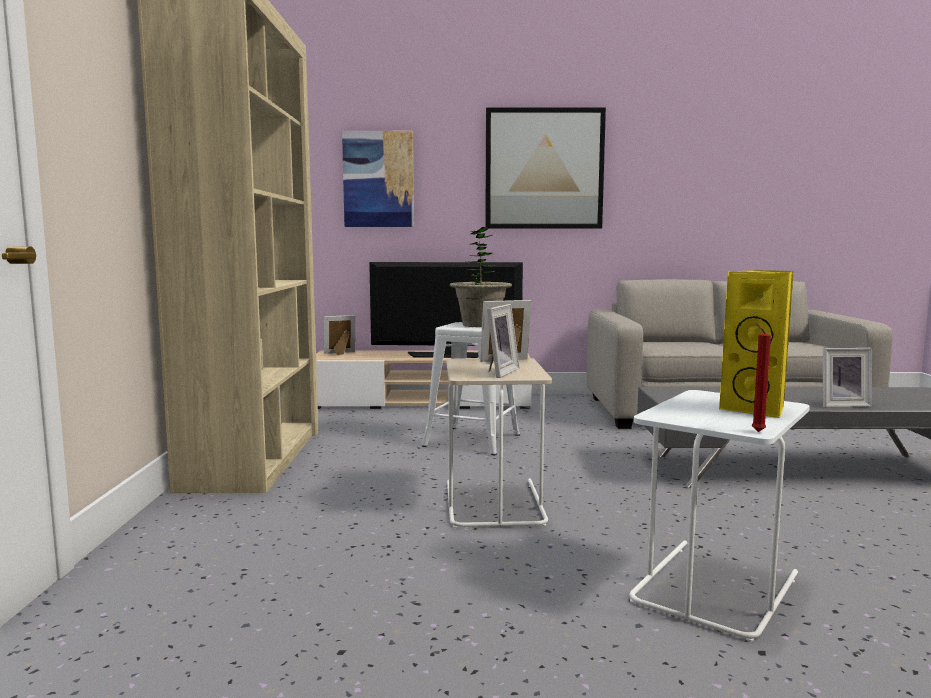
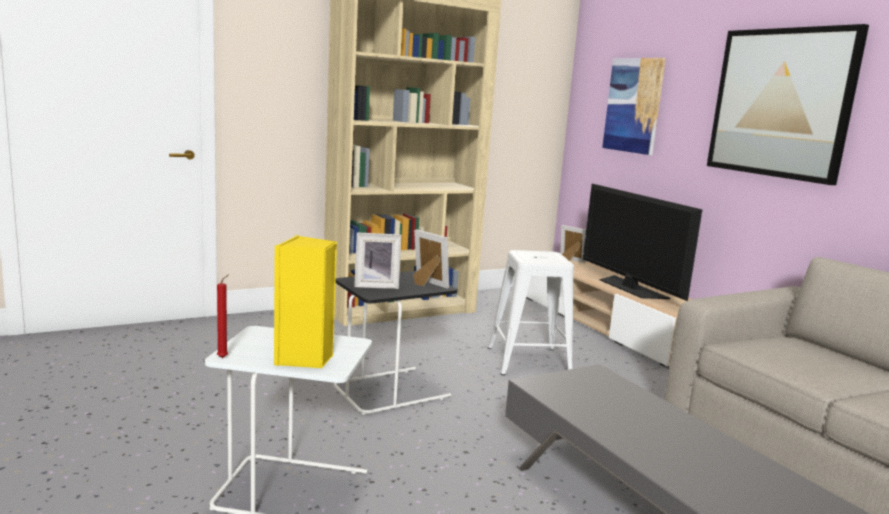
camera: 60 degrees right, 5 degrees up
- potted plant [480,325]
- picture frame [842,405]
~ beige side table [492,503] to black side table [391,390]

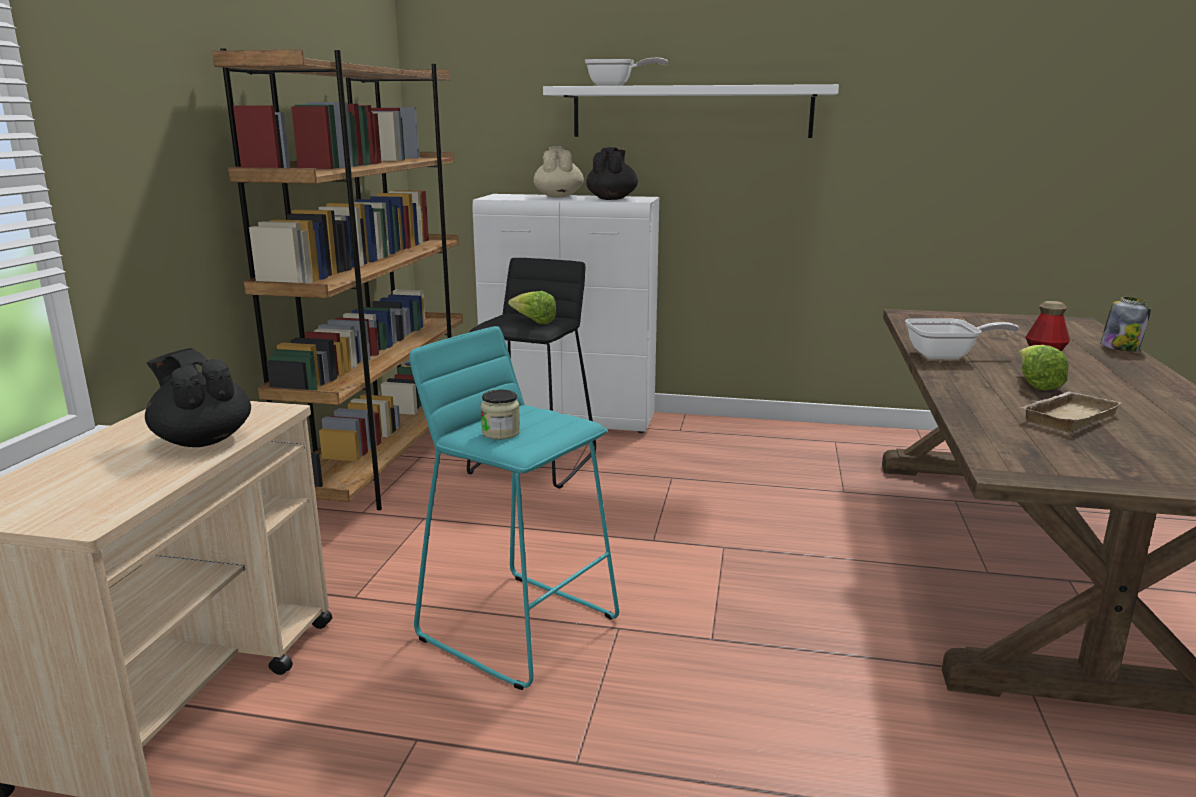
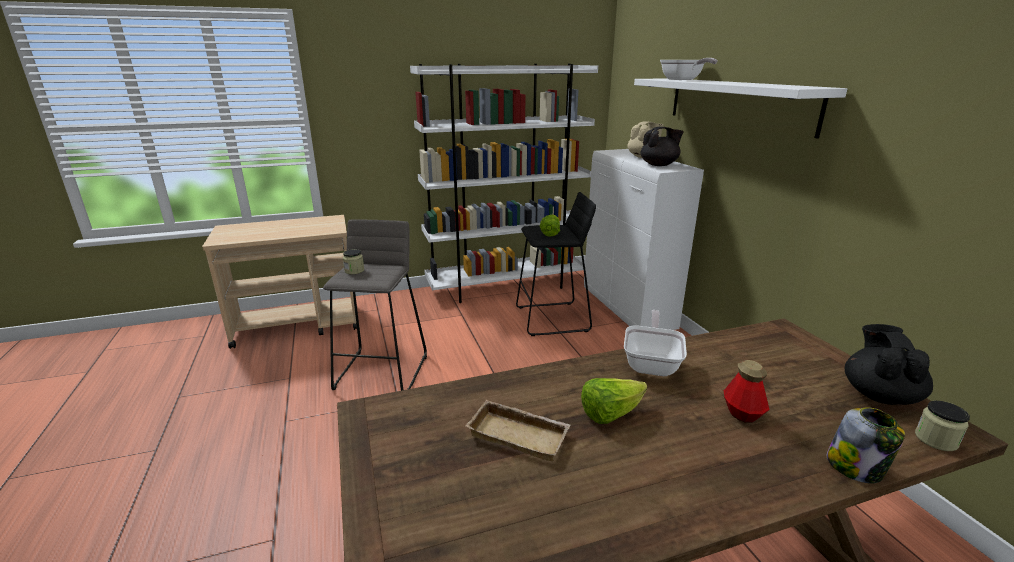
camera: 60 degrees right, 5 degrees up
~ brown shelving unit [385,464] to white-coloured shelving unit [506,286]
~ skillet [947,356] = [652,363] 135 degrees counterclockwise
~ turquoise sitting stool [519,626] to greyish sitting stool [382,372]
~ black pot for tea [202,440] to [879,394]
+ storage jar [936,439]

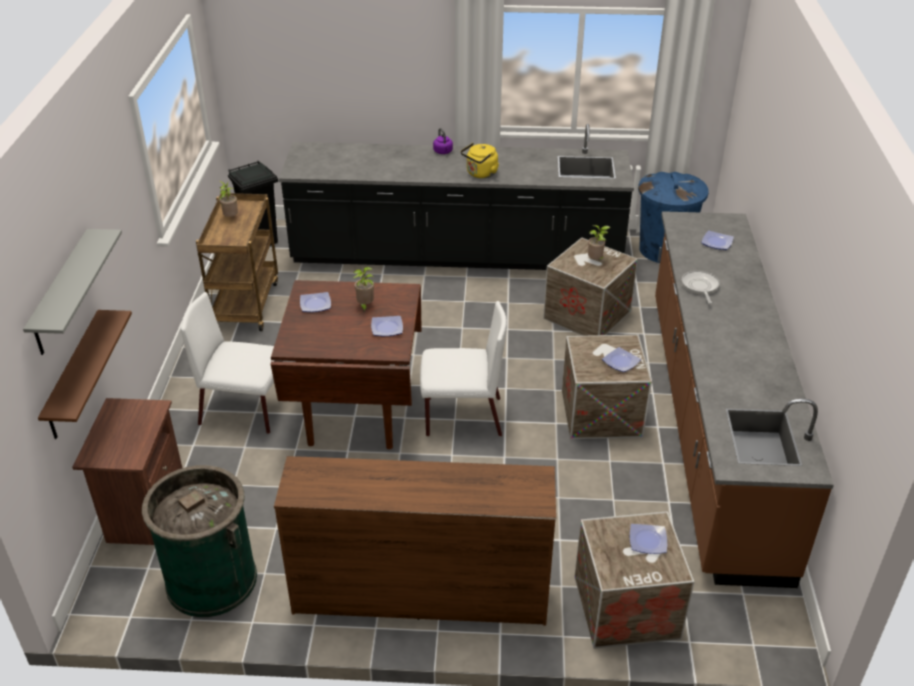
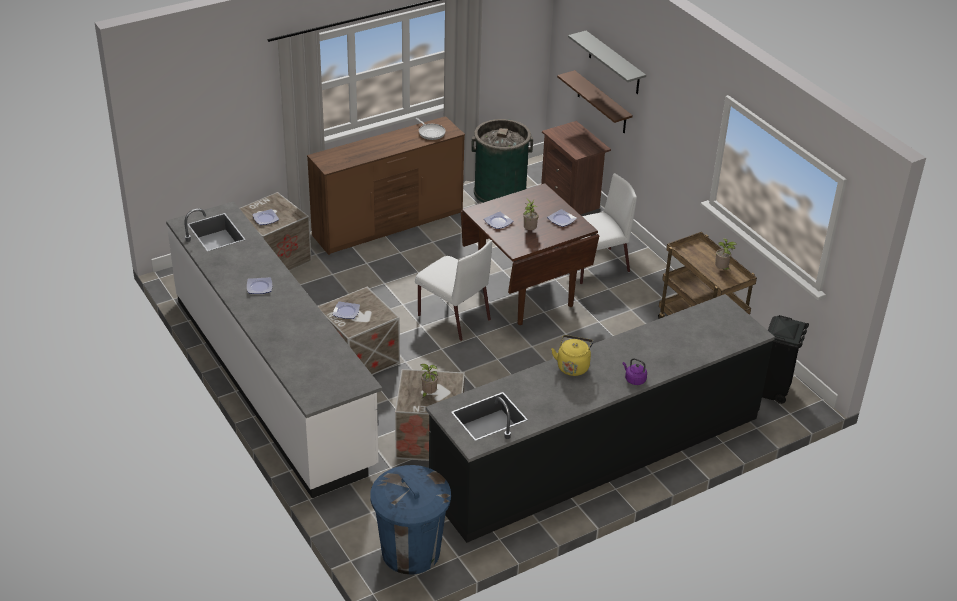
camera: 145 degrees right, 0 degrees up
~ brown kitchen base unit [712,425] to white-coloured kitchen base unit [273,380]
~ dinner plate [716,242] to [260,287]
~ skillet [700,287] to [430,132]
~ white-coloured chair [462,417] = [453,317] 105 degrees counterclockwise

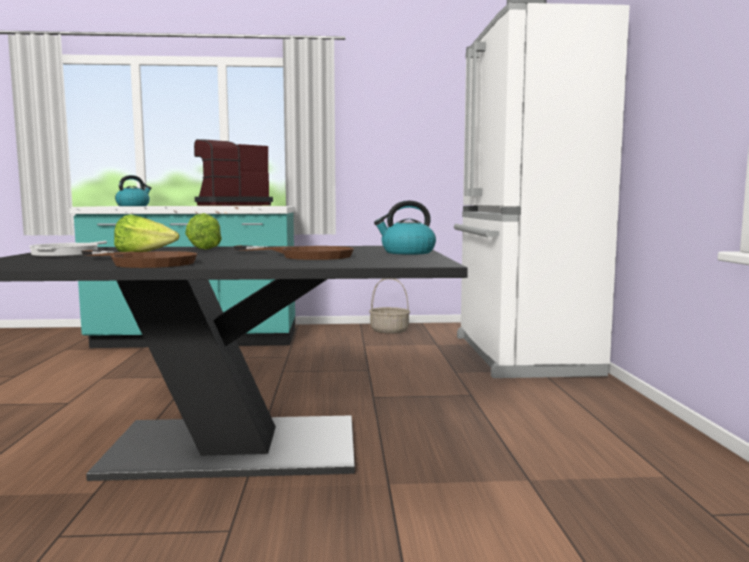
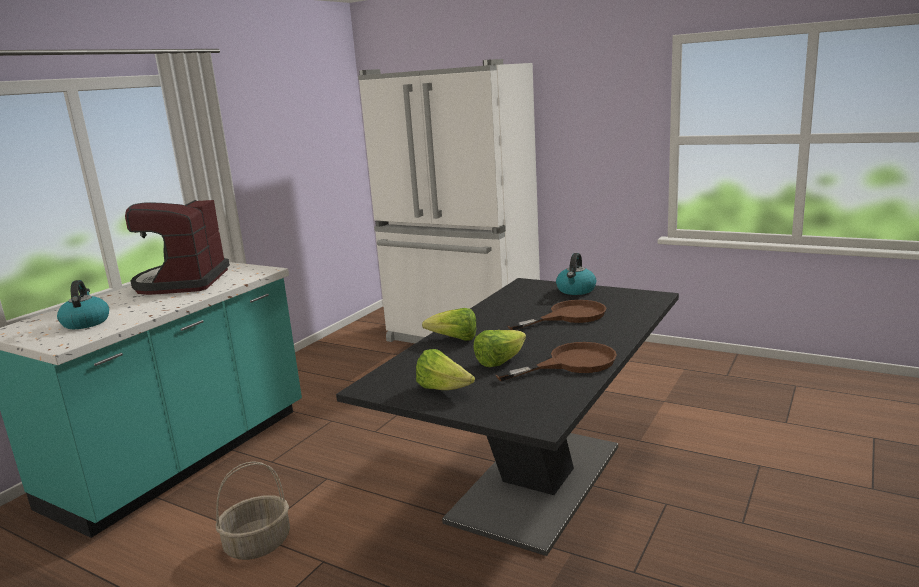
camera: 55 degrees left, 10 degrees up
~ skillet [68,253] to lettuce head [443,389]
~ storage basket [390,330] to [258,543]

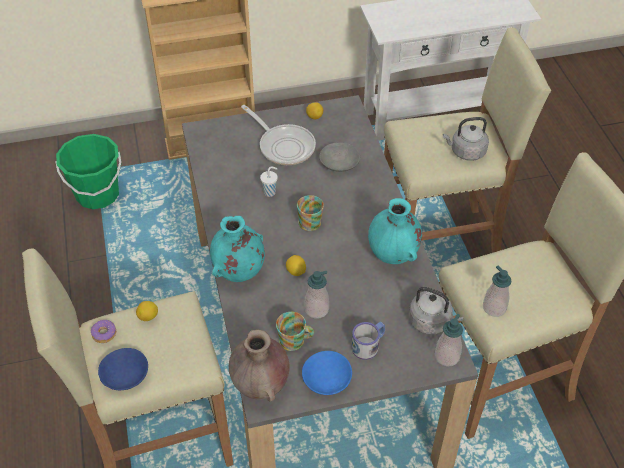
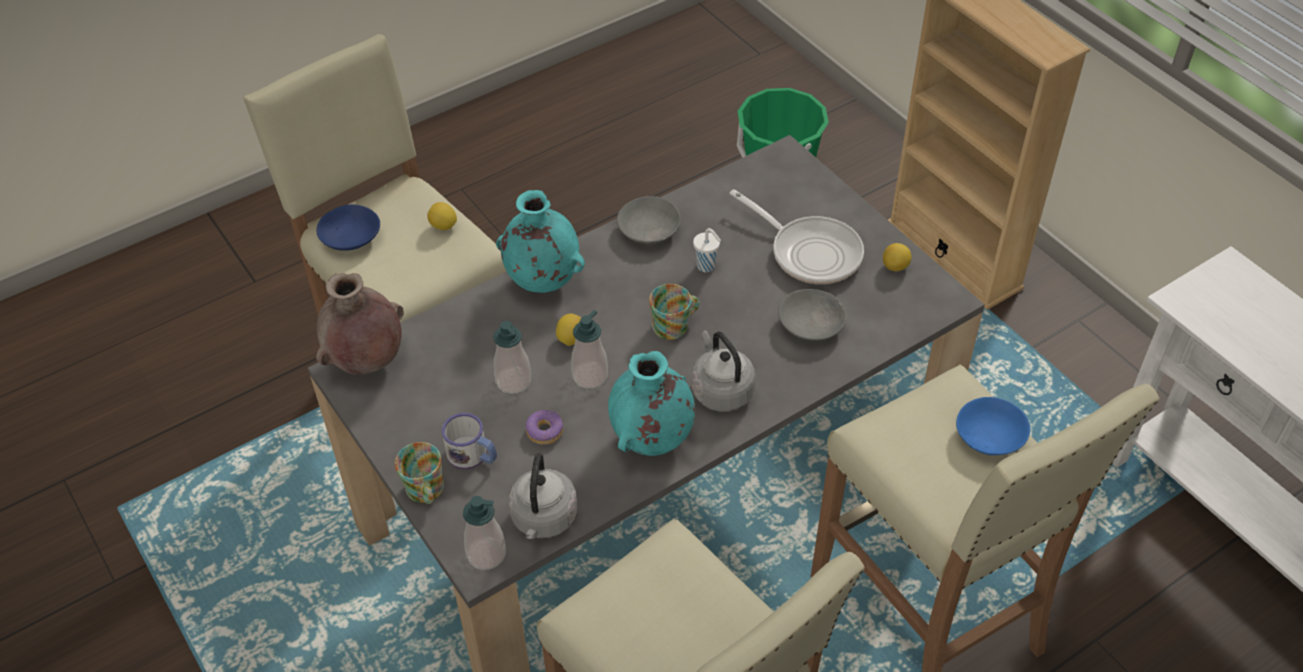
camera: 70 degrees right, 0 degrees up
~ skillet [284,146] = [810,252] 75 degrees counterclockwise
~ greyish tea kettle [466,152] to [721,390]
~ liquid soap bottle [494,308] to [590,376]
~ coffee mug [295,341] to [425,492]
~ doughnut [104,334] to [545,431]
~ bluish deep dish [326,379] to [988,436]
+ greyish deep dish [648,231]

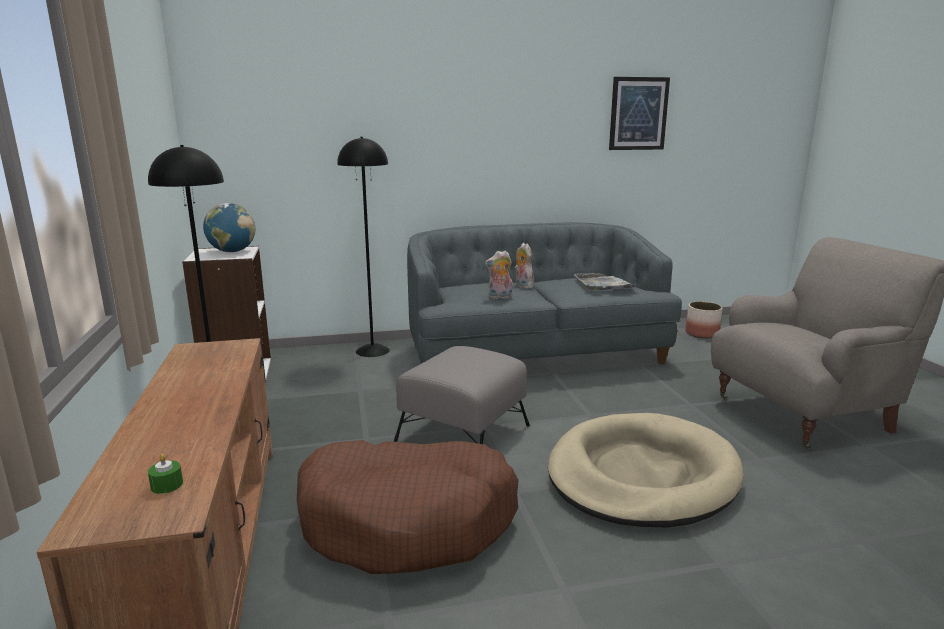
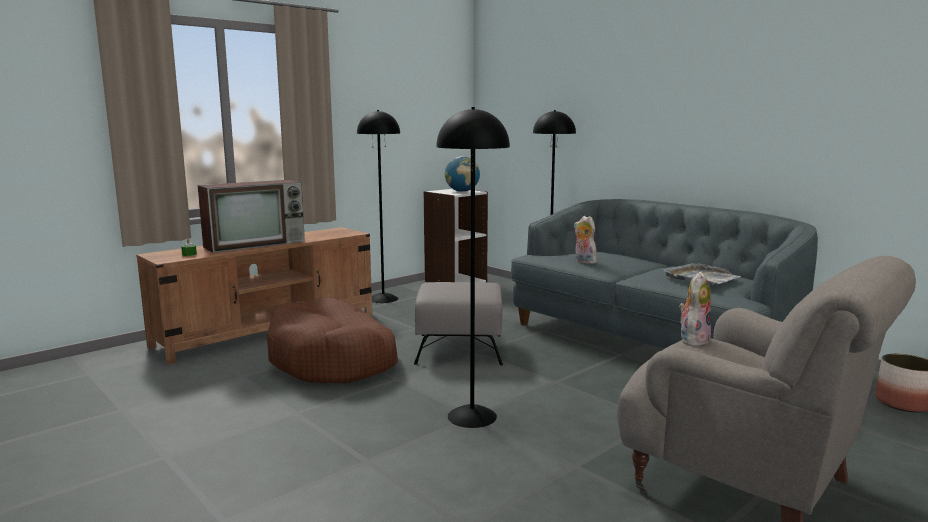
camera: 60 degrees right, 5 degrees down
- wall picture [638,114]
~ plush toy [522,286] to [693,340]
~ beige pet bed [641,475] to black standing lamp [471,416]
+ TV [256,244]

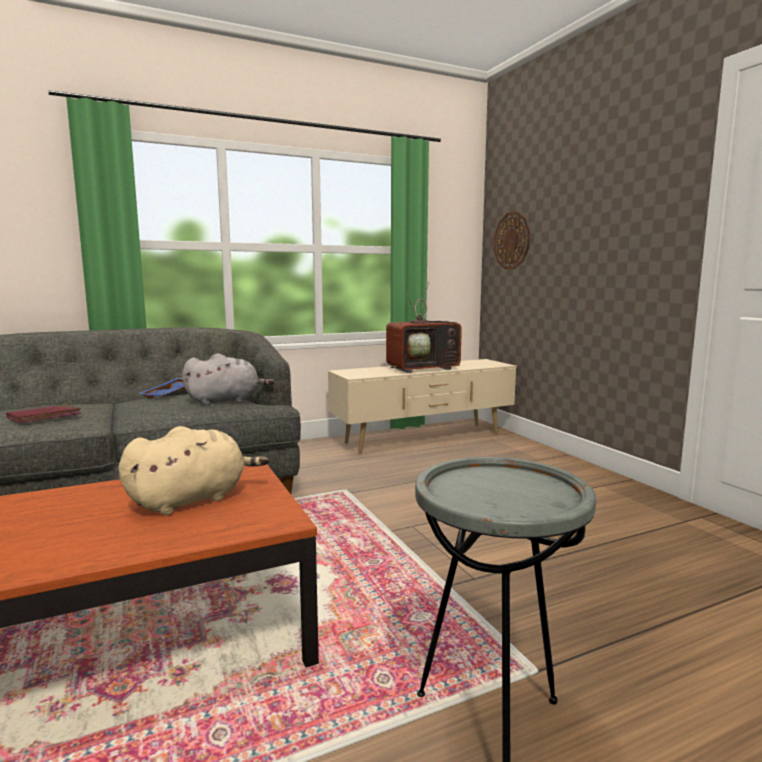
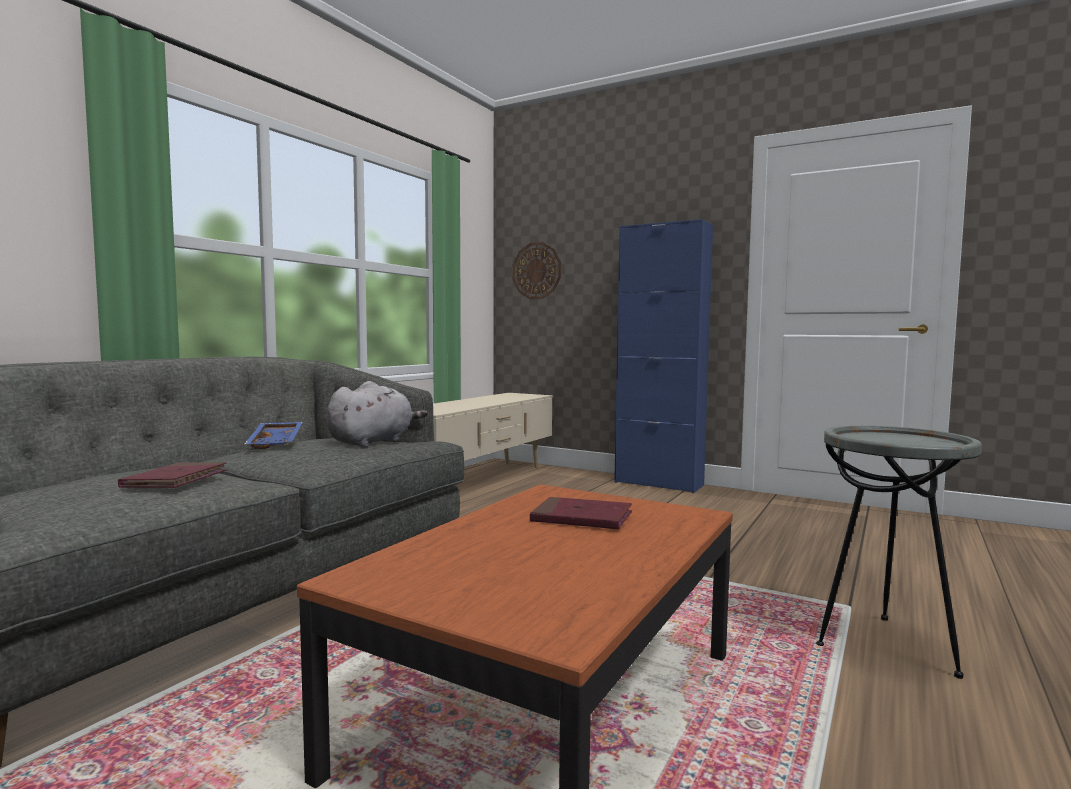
camera: 35 degrees left, 5 degrees down
- TV [423,368]
~ beige plush toy [192,499] to red-coloured bound book [581,518]
+ bluish cabinet [658,484]

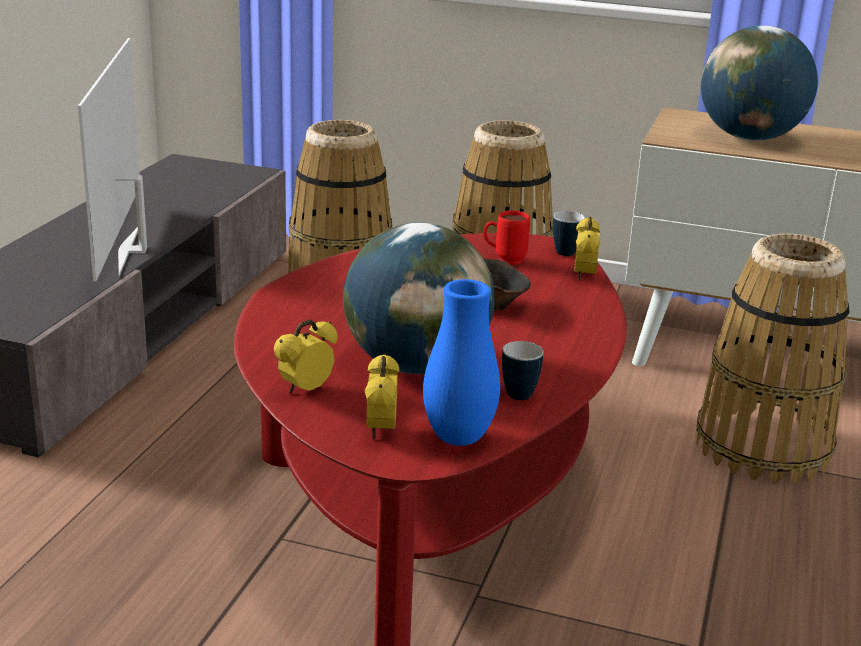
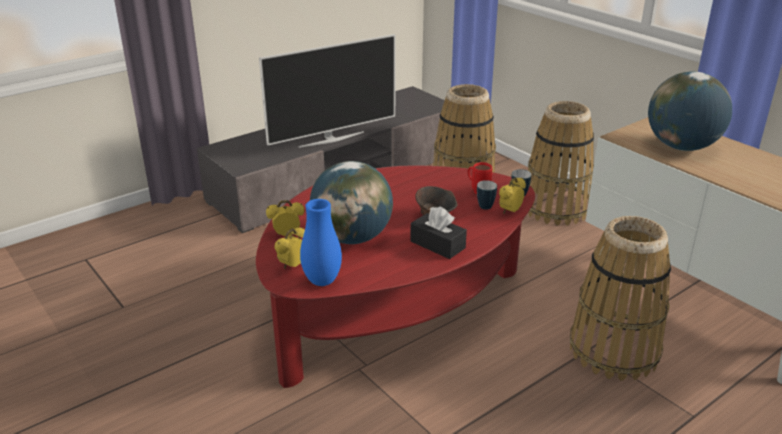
camera: 35 degrees right, 5 degrees up
~ TV [132,250] = [331,139] 150 degrees counterclockwise
~ coffee mug [518,391] to [487,205]
+ black box of tissues [437,245]

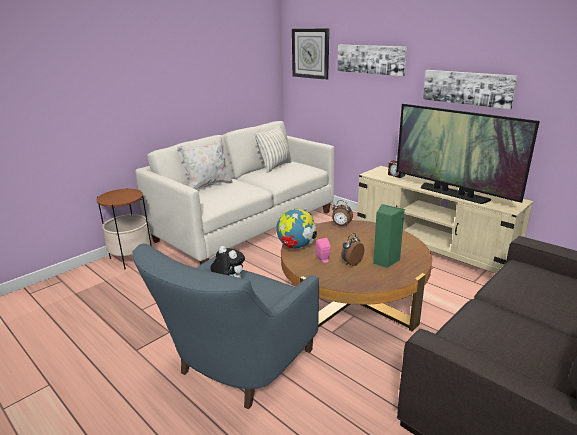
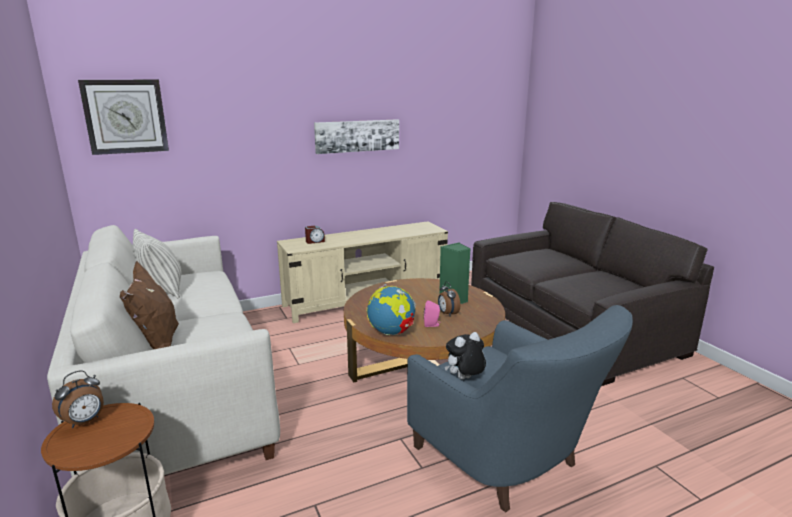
camera: 70 degrees left, 5 degrees down
- wall picture [371,59]
- TV [453,193]
~ white-coloured throw pillow [207,186] to brown throw pillow [157,347]
~ table clock [341,225] to [84,422]

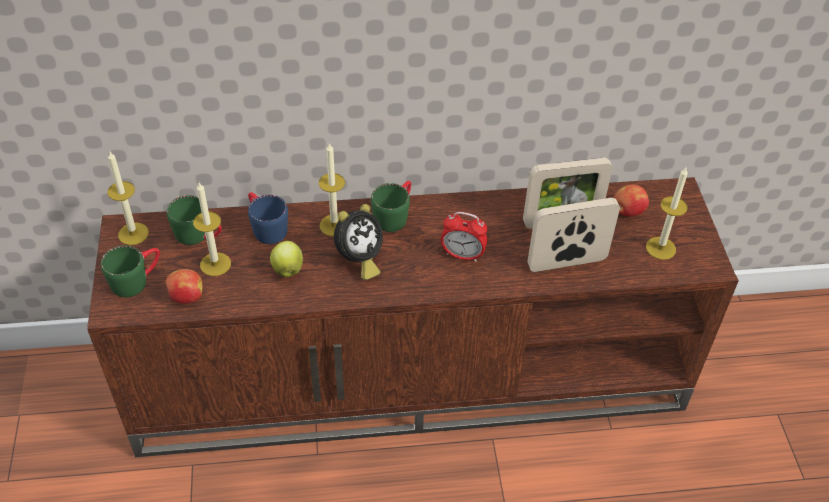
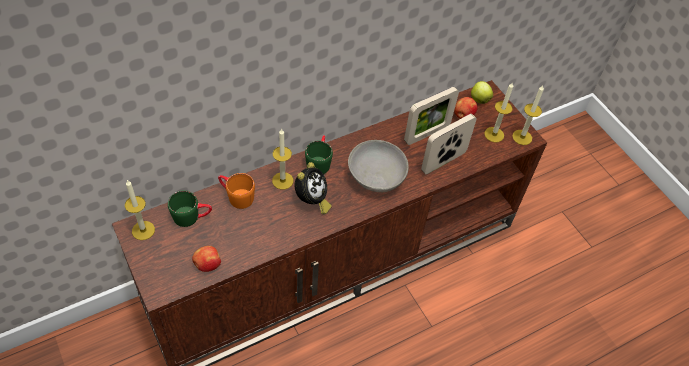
camera: 25 degrees left, 5 degrees up
~ wax candle [215,264] to [522,137]
~ bluish coffee mug [265,227] to orangey coffee mug [236,196]
~ table clock [462,255] to greyish deep dish [377,176]
~ whole apple [287,269] to [479,99]
- greenish coffee mug [136,279]

